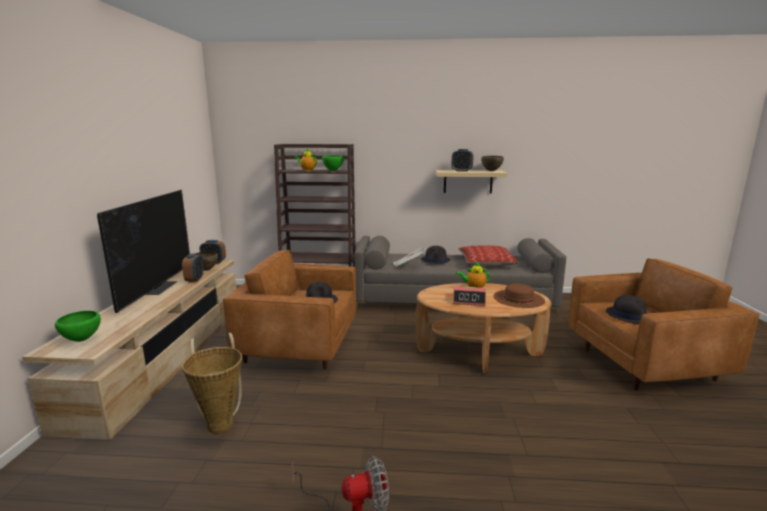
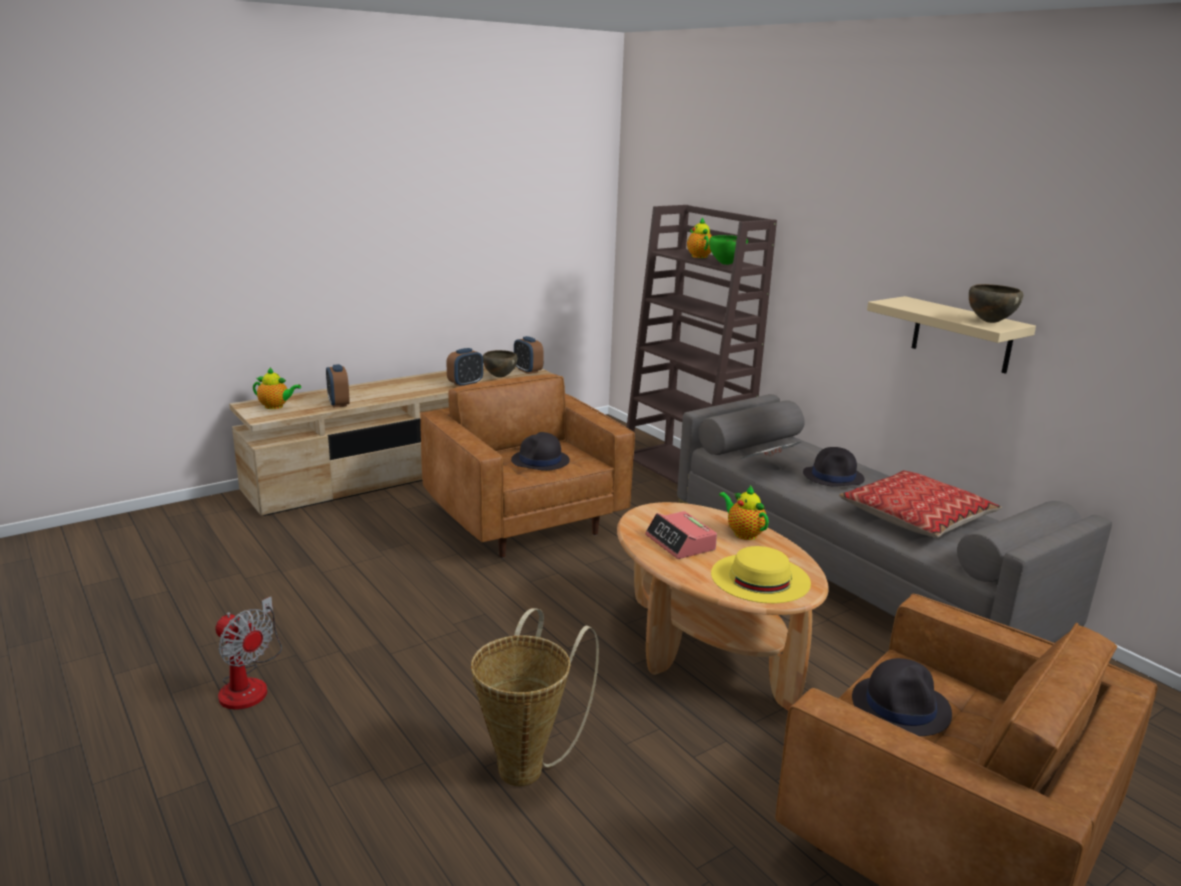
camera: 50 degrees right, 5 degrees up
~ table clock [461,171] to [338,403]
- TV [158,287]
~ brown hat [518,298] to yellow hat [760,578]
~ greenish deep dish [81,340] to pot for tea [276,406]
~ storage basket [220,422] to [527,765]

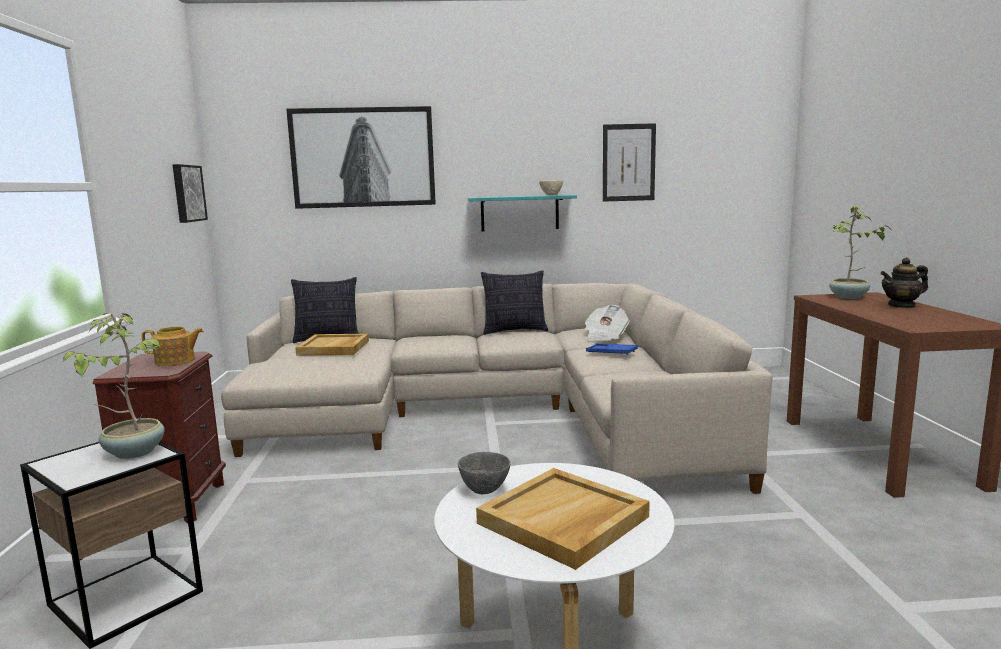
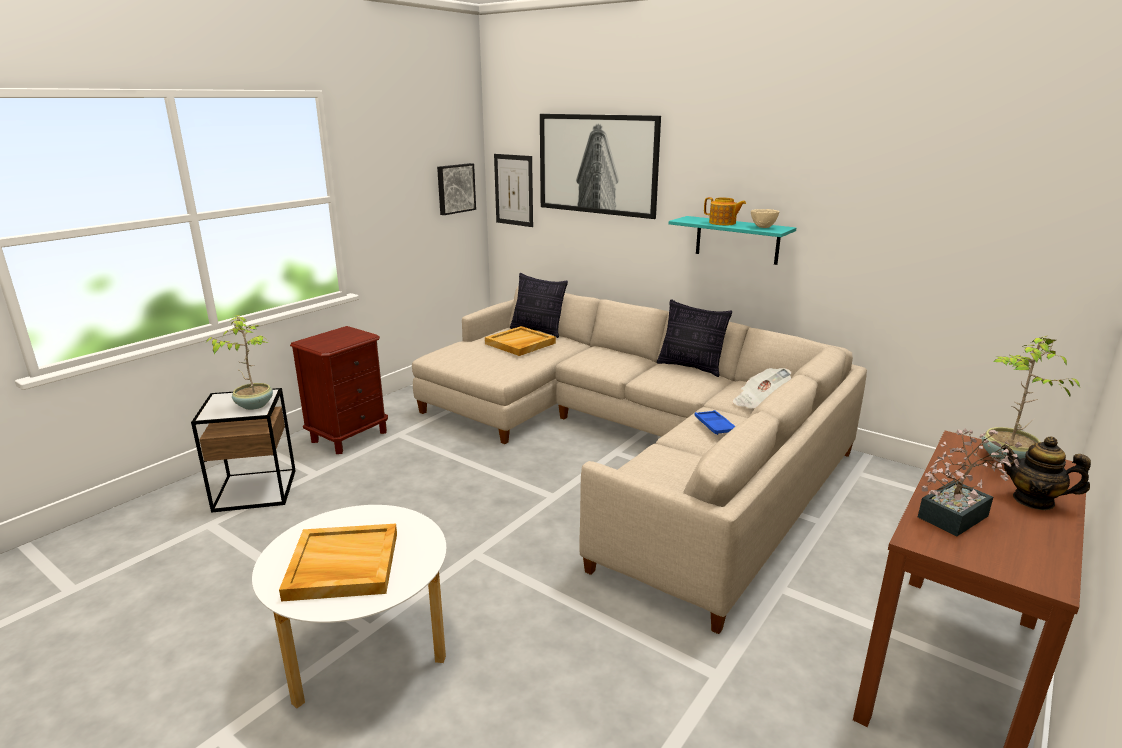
camera: 40 degrees right, 10 degrees up
~ wall picture [628,162] to [514,190]
~ pot for tea [176,361] to [723,223]
- greyish deep dish [484,490]
+ potted plant [958,514]

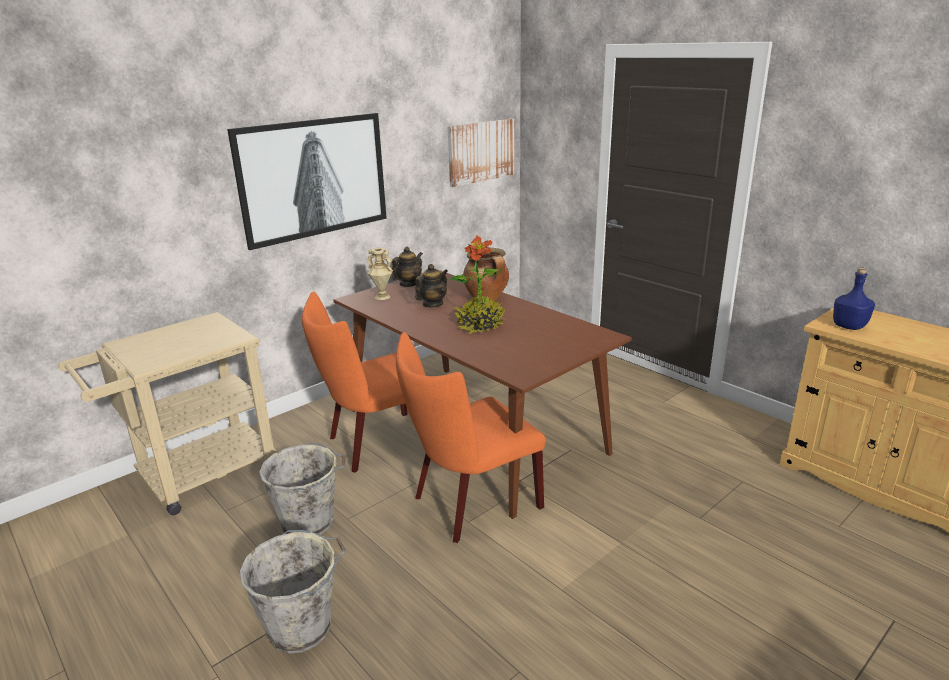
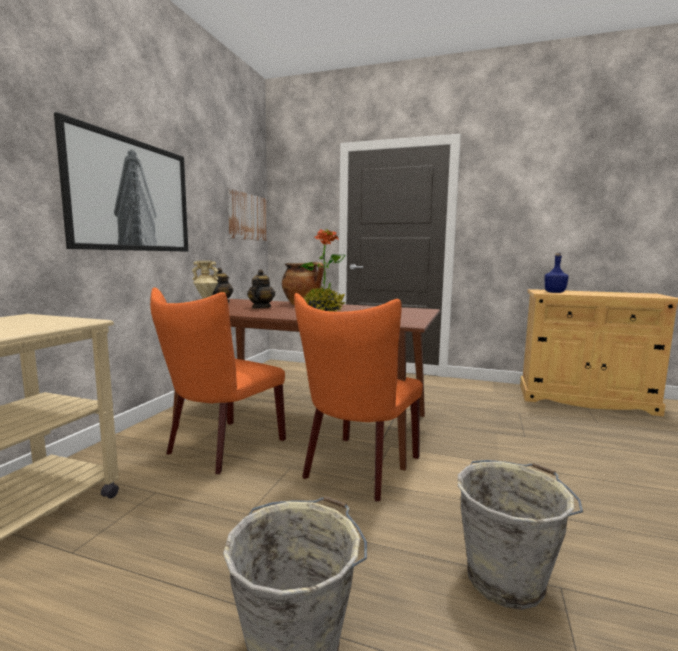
camera: 30 degrees left, 15 degrees down
~ greyish bucket [310,522] to [507,578]

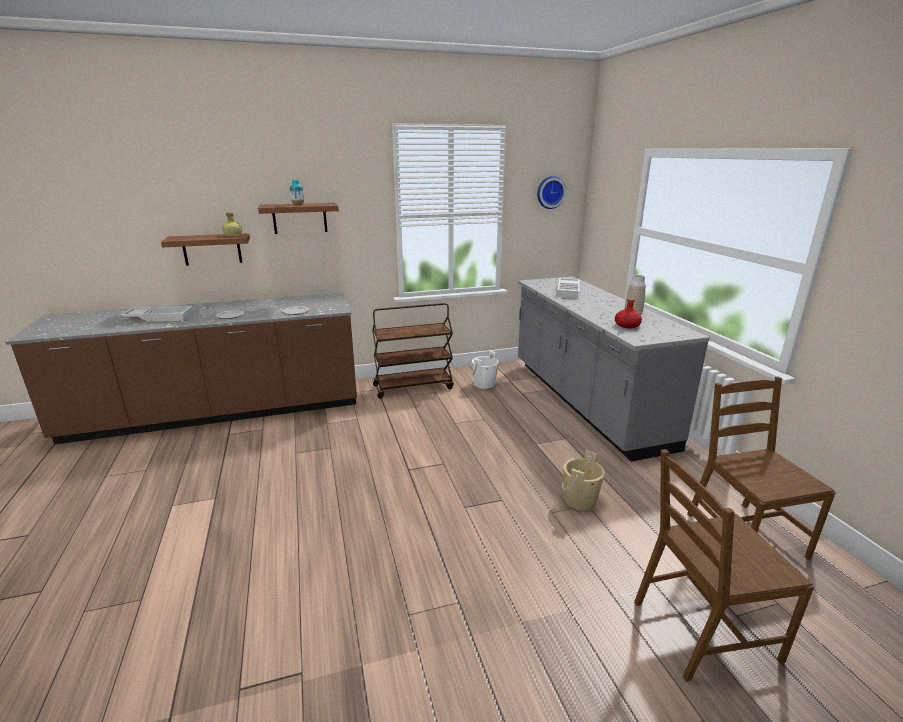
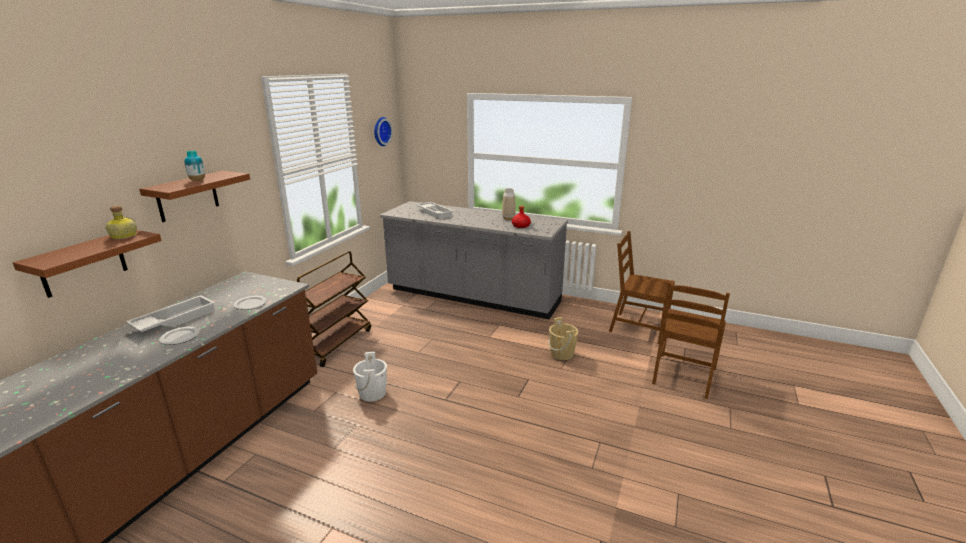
camera: 50 degrees left, 0 degrees up
~ white-coloured carrying tray [160,317] to [174,319]
~ white-coloured bucket [484,384] to [372,393]

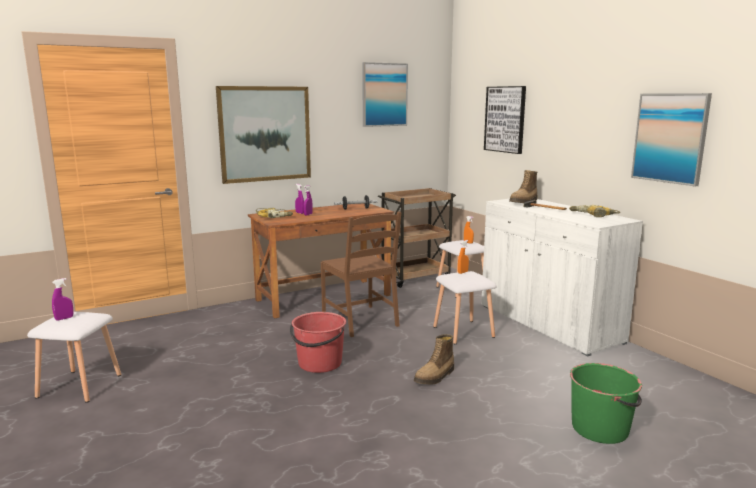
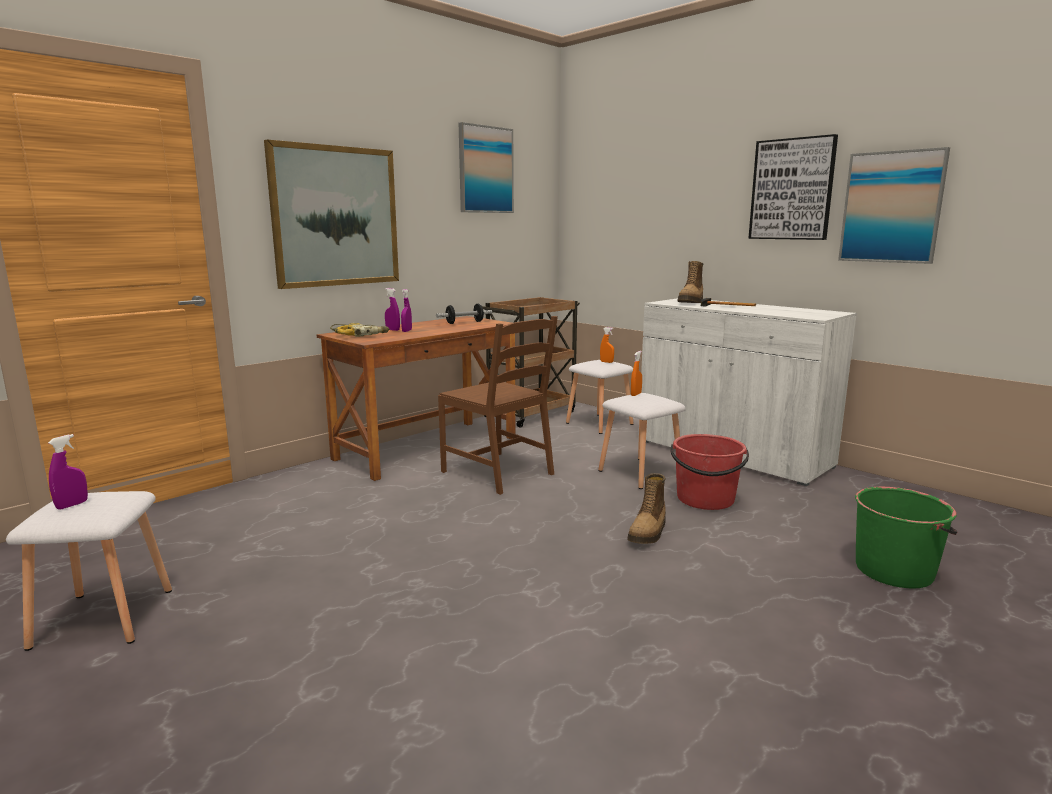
camera: 15 degrees left, 0 degrees up
~ wall picture [505,119] to [792,189]
- electric drill [593,215]
~ red-coloured bucket [319,363] to [705,499]

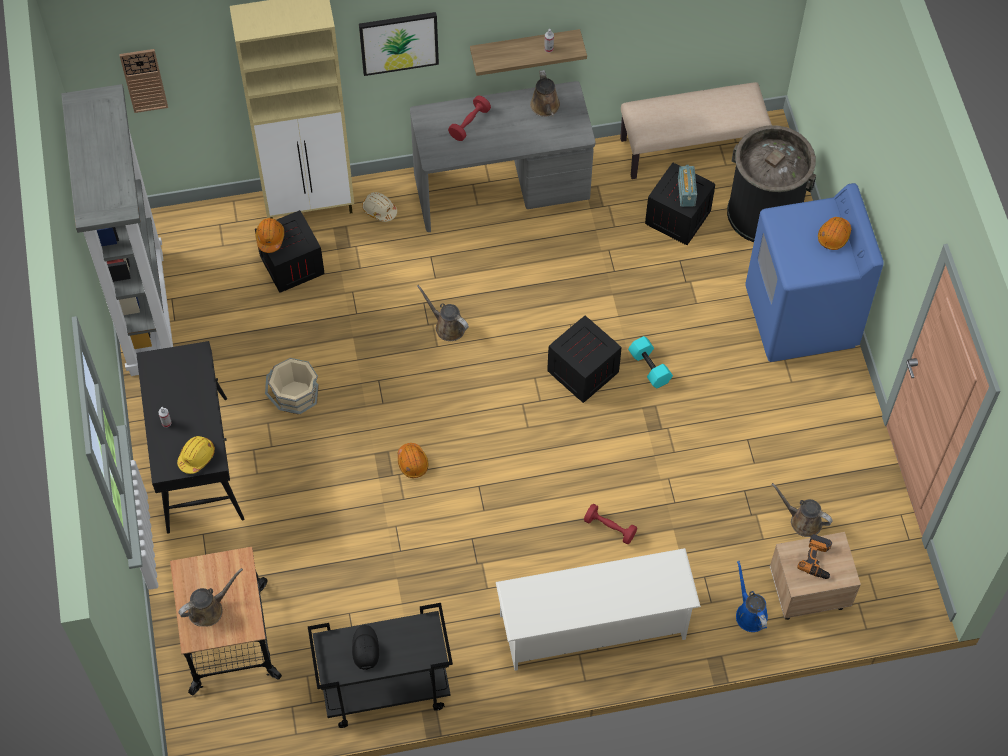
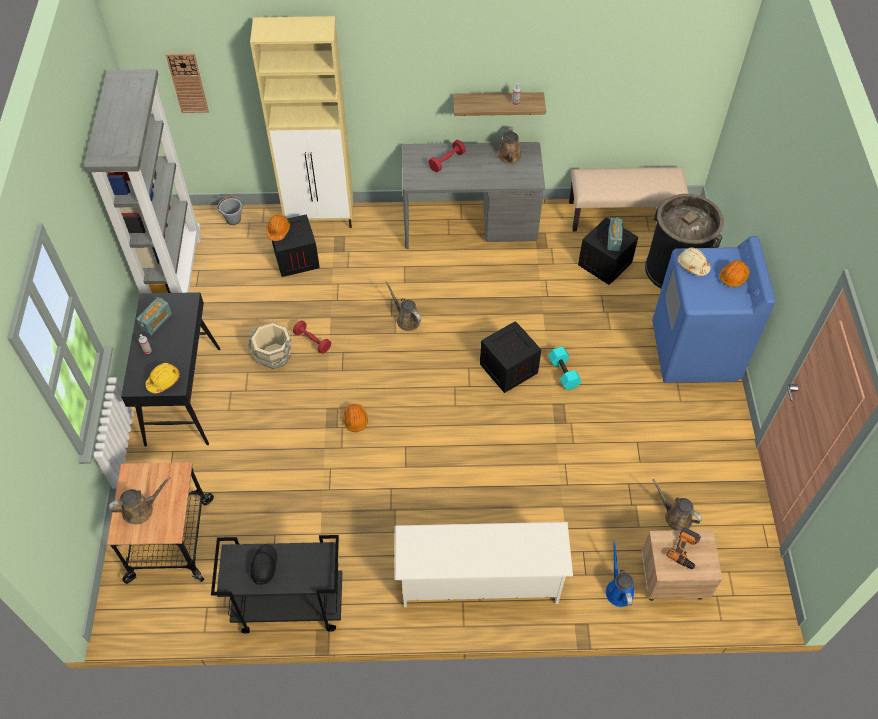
camera: 10 degrees right, 5 degrees down
- wall picture [399,42]
~ beige safety helmet [379,210] to [692,265]
~ red-coloured hand weight [609,528] to [312,341]
+ greyish bucket [233,219]
+ radio set [156,322]

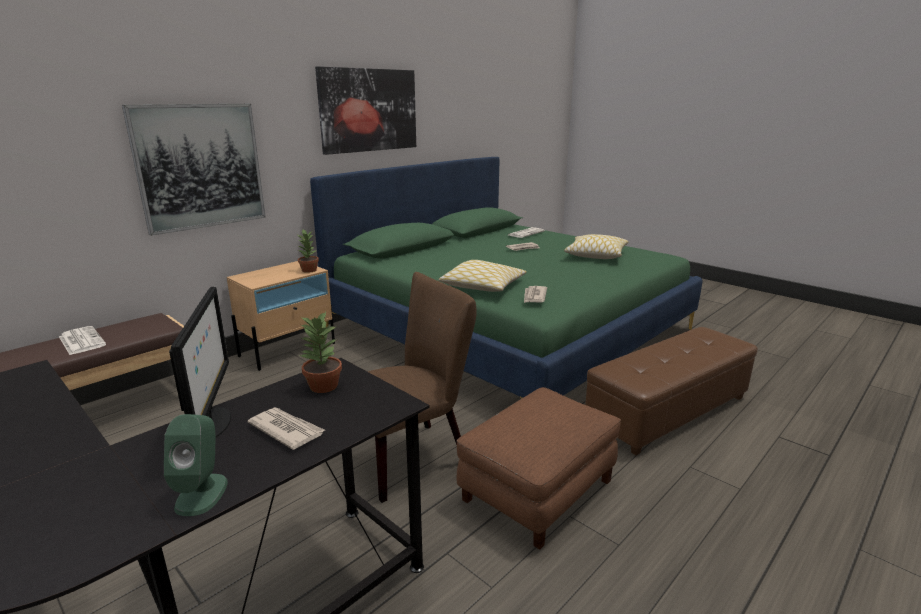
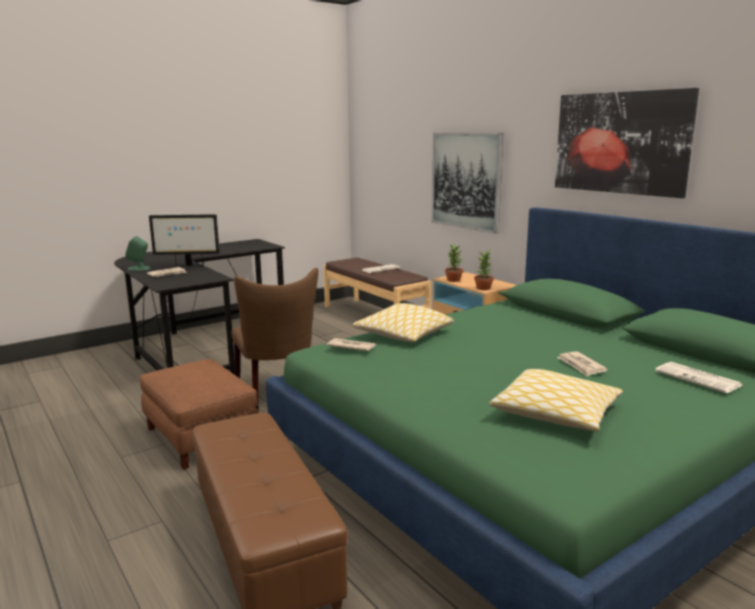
camera: 100 degrees right, 5 degrees down
~ potted plant [323,386] to [453,280]

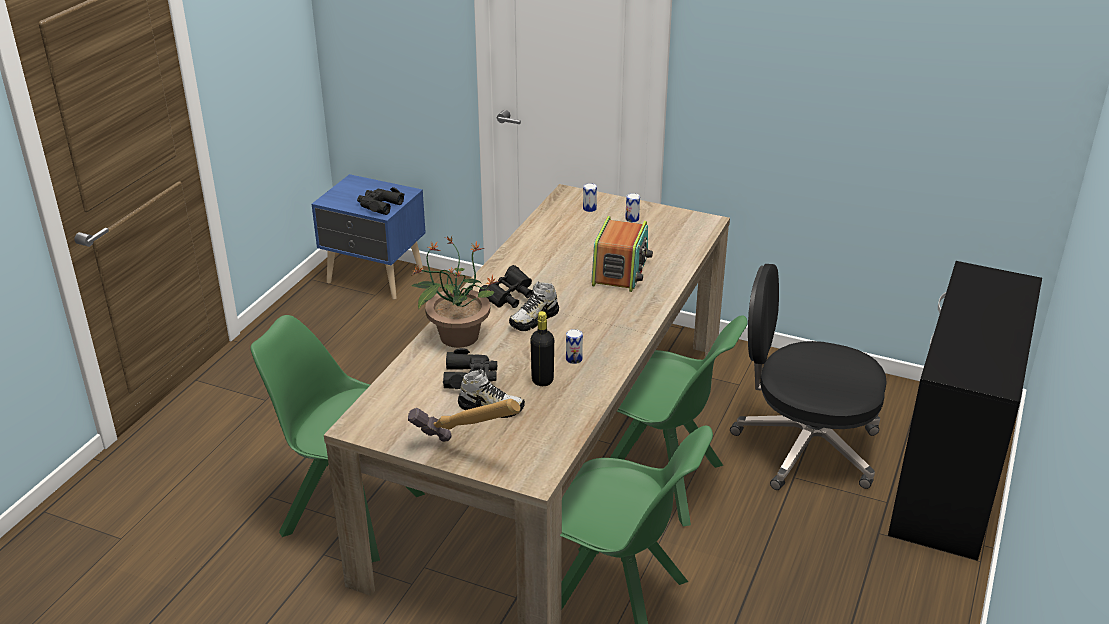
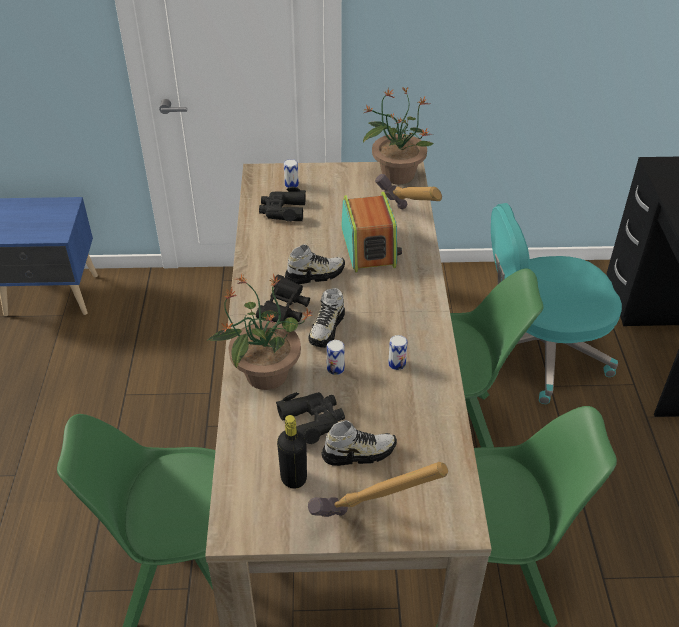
camera: 25 degrees left, 10 degrees up
~ black binoculars [379,205] to [283,211]
~ sealed can [632,219] to [335,368]
~ black office chair [804,447] to turquoise office chair [539,353]
~ black beverage bottle [542,380] to [293,478]
+ potted plant [397,174]
+ tool hammer [404,224]
+ low shoe [315,275]

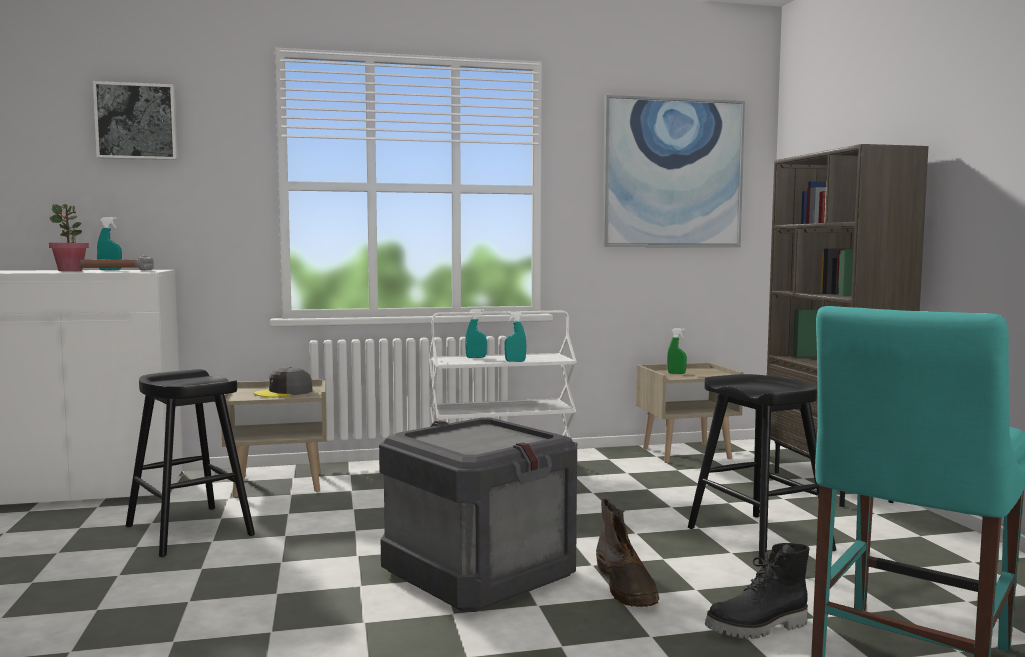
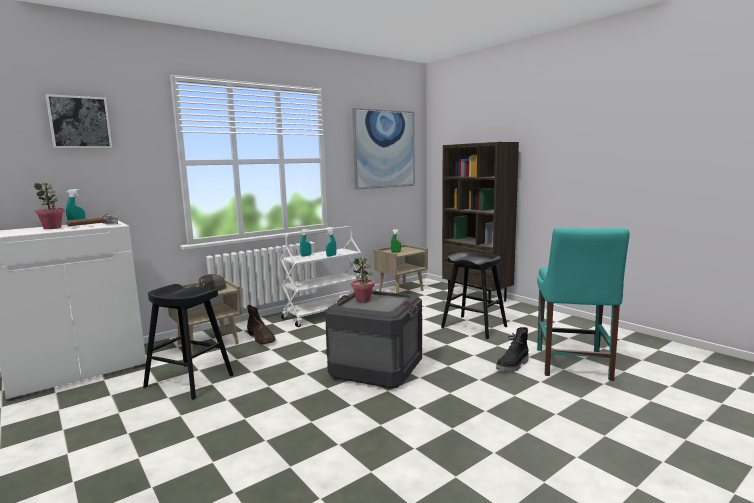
camera: 25 degrees left, 5 degrees up
~ brown boot [626,587] to [261,338]
+ potted plant [363,300]

